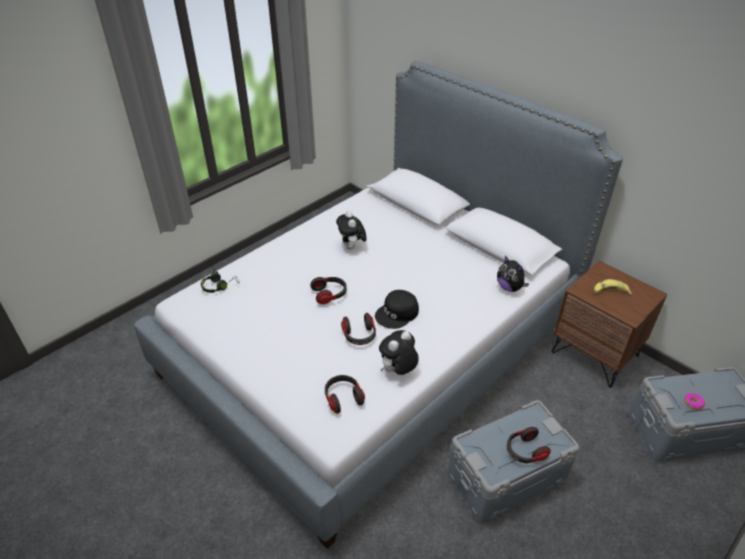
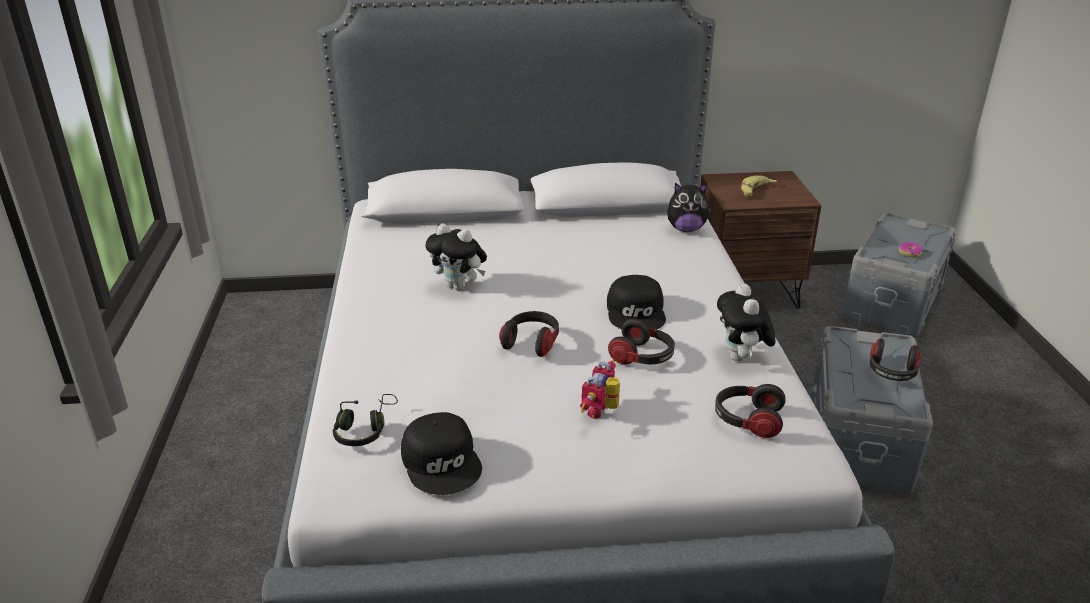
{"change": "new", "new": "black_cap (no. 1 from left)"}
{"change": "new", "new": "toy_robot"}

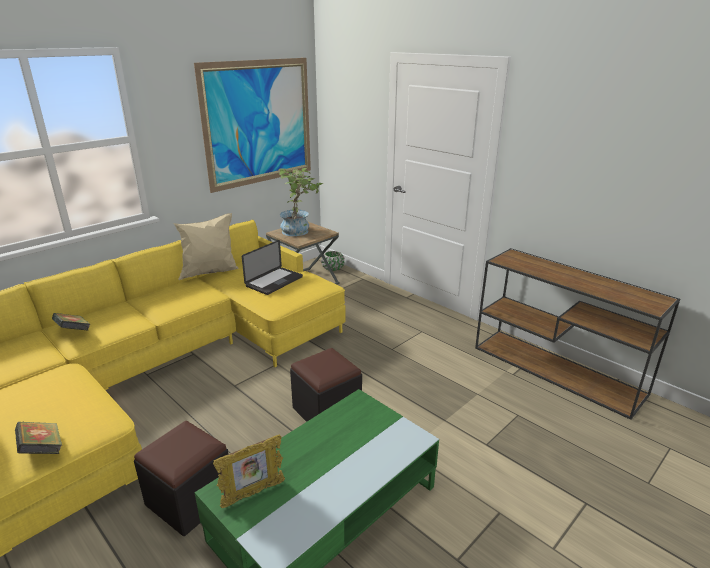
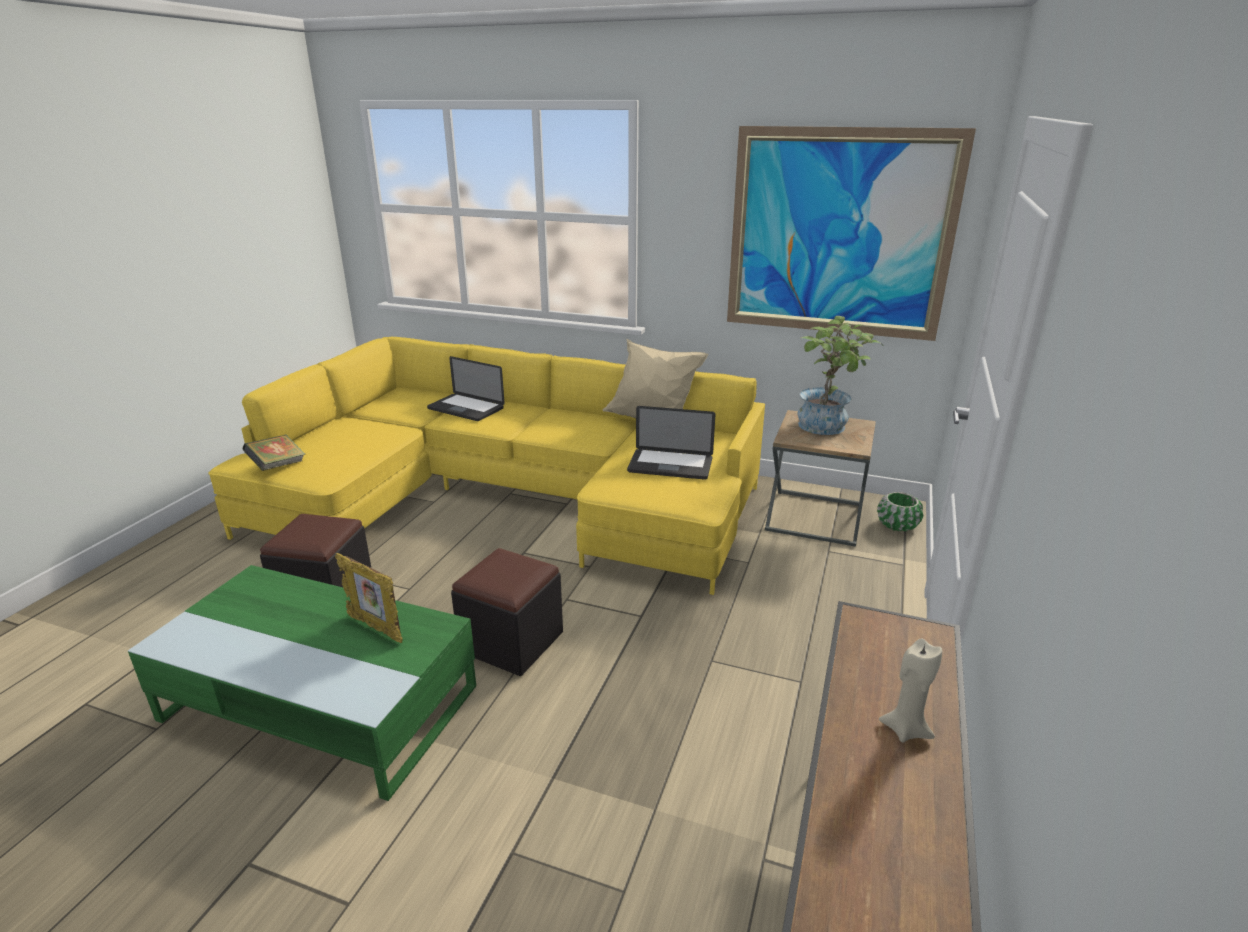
{"change": "shifted", "old": "picture_frame"}
{"change": "swapped", "old": "book (no. 2 from left)", "new": "laptop (no. 1 from left)"}
{"change": "new", "new": "beige_candle"}

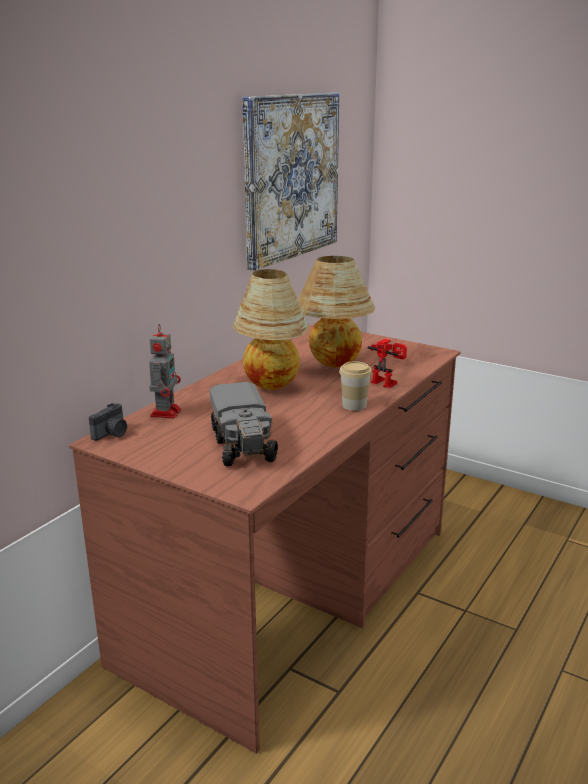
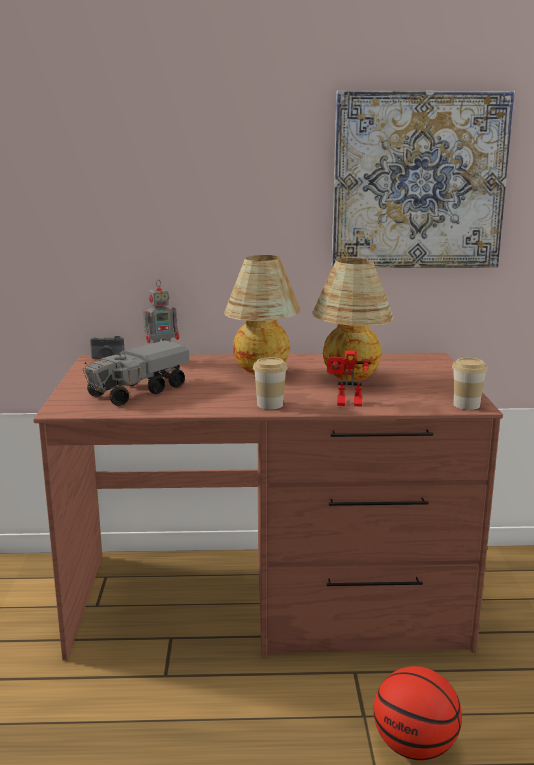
{"change": "rotated", "old": "toy_robot (no. 2 from left)", "degrees": 90}
{"change": "new", "new": "basketball"}
{"change": "new", "new": "cup (no. 2 from left)"}

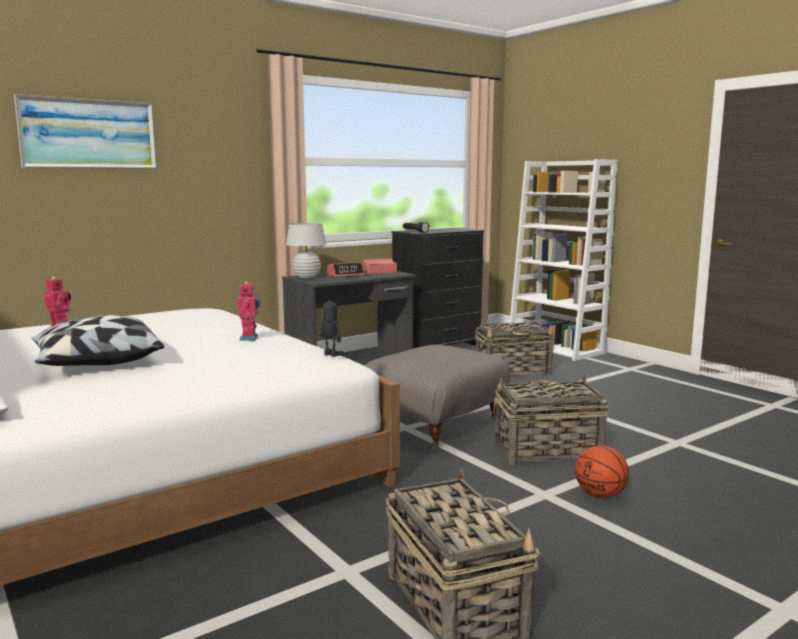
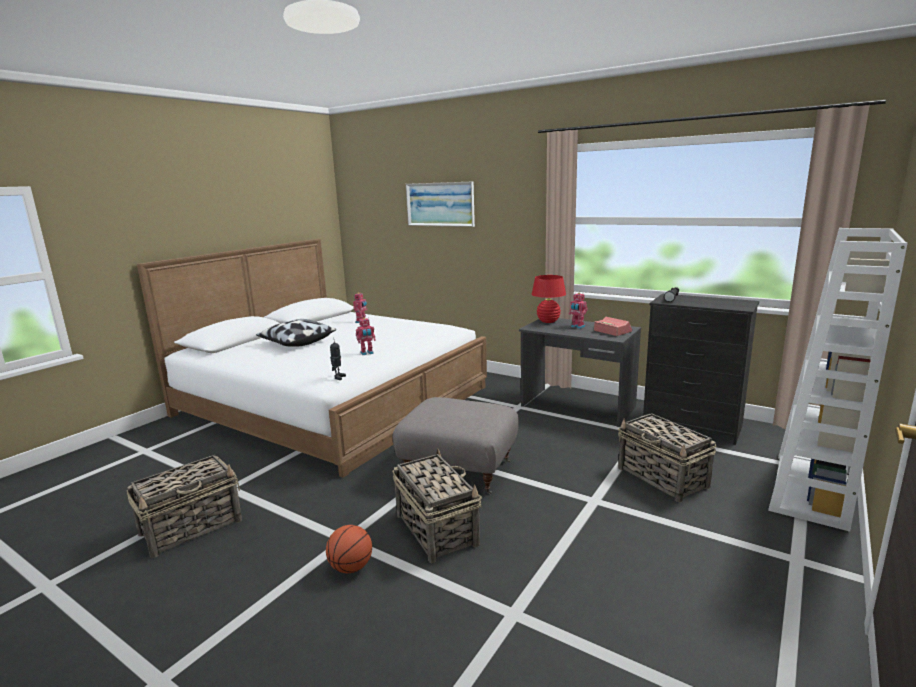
{"change": "repainted", "old": "white_table_lamp", "new": "red_table_lamp"}
{"change": "swapped", "old": "alarm_clock (no. 1 from left)", "new": "toy_robot (no. 4 from left)"}

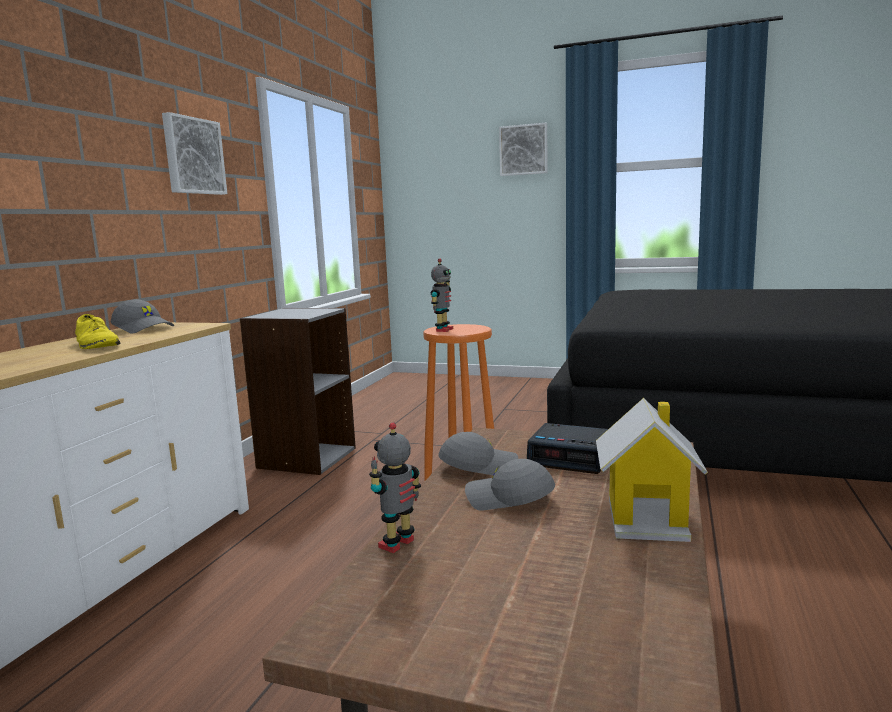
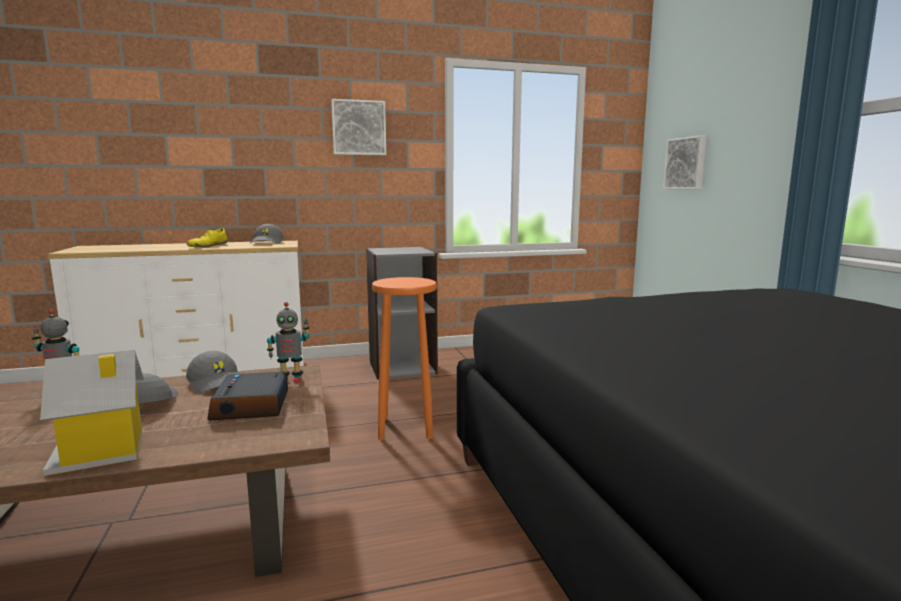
{"change": "shifted", "old": "toy_robot (no. 2 from left)"}
{"change": "shifted", "old": "picture (no. 2 from left)"}

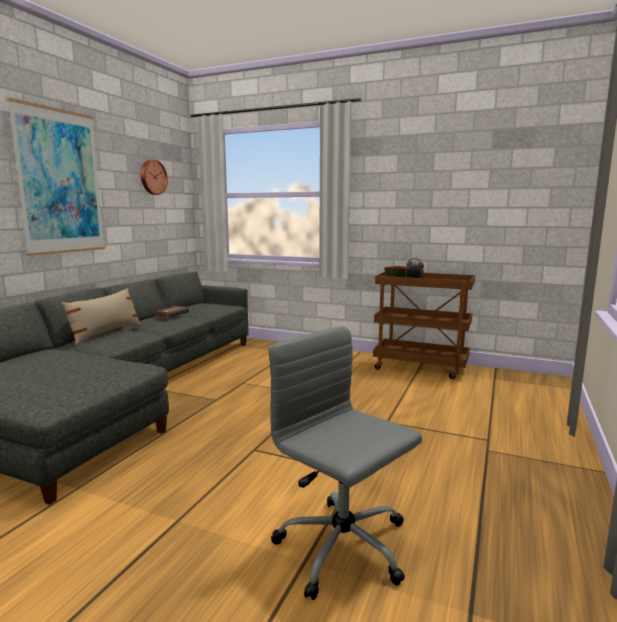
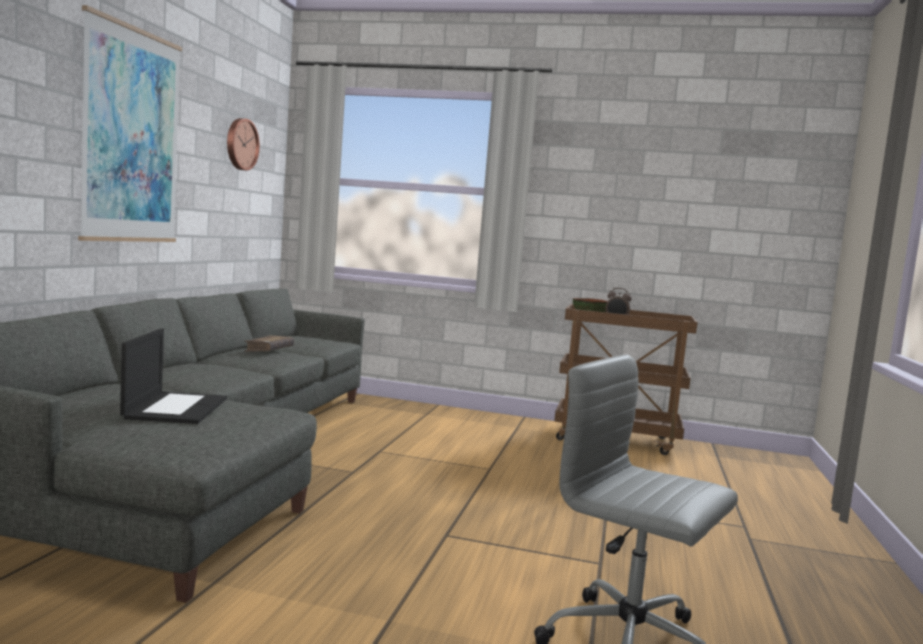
{"change": "new", "new": "laptop"}
{"change": "gone", "old": "beige_pillow"}

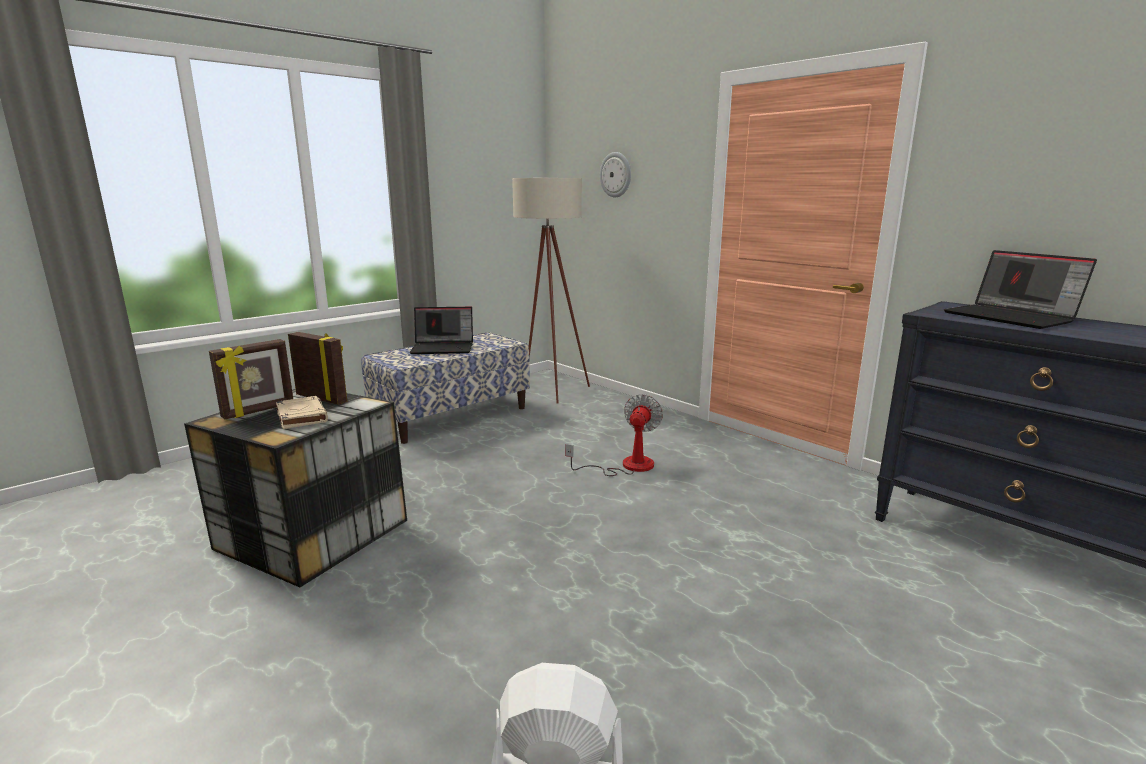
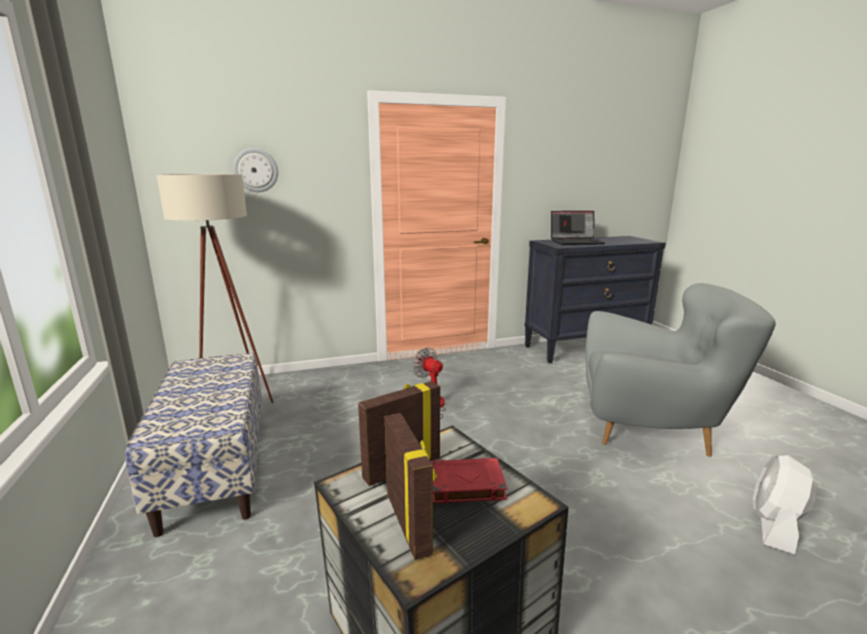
{"change": "repainted", "old": "beige_book", "new": "red_book"}
{"change": "new", "new": "grey_armchair"}
{"change": "gone", "old": "laptop (no. 1 from left)"}

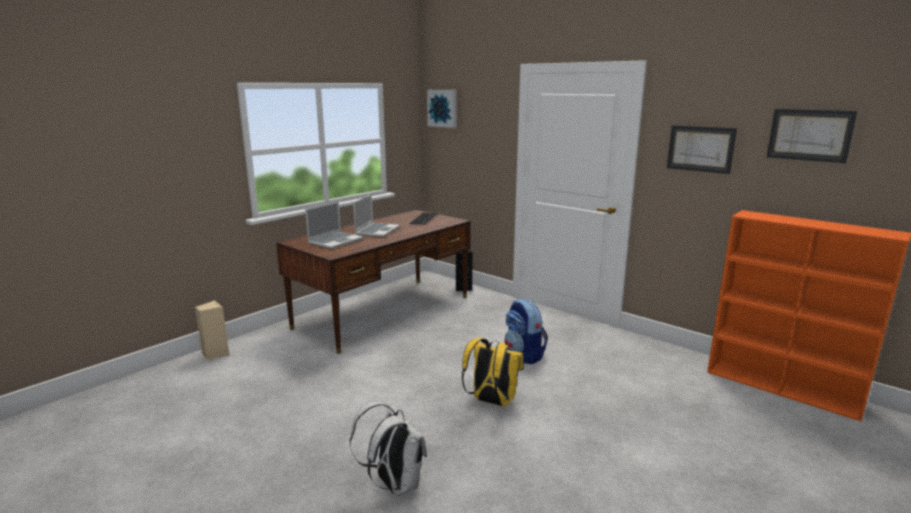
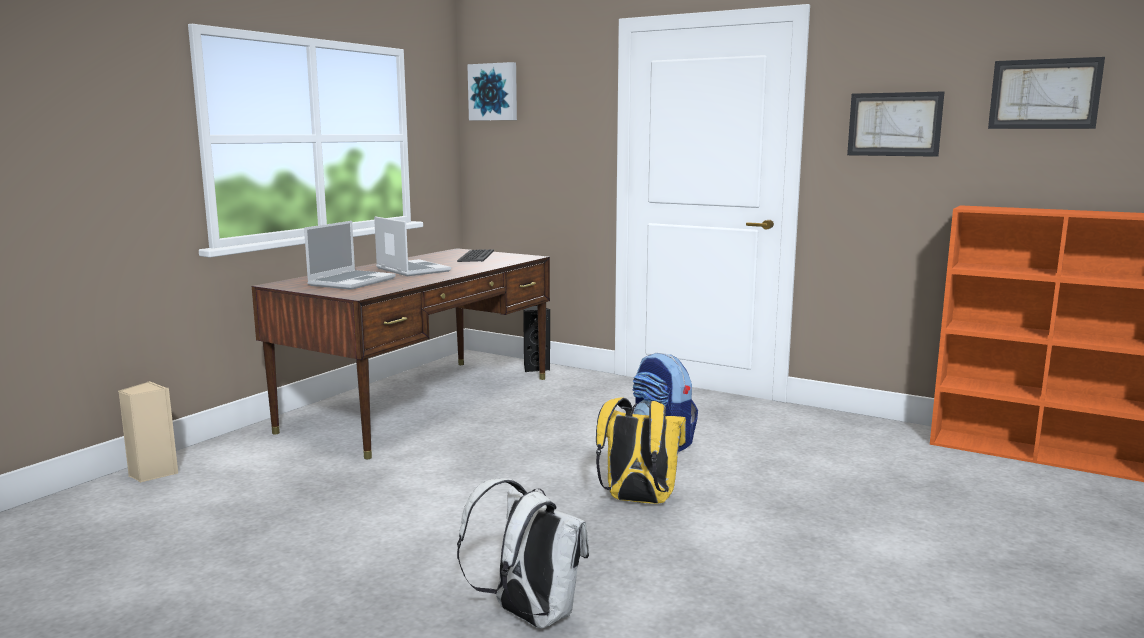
{"change": "rotated", "old": "laptop (no. 2 from left)", "degrees": -45}

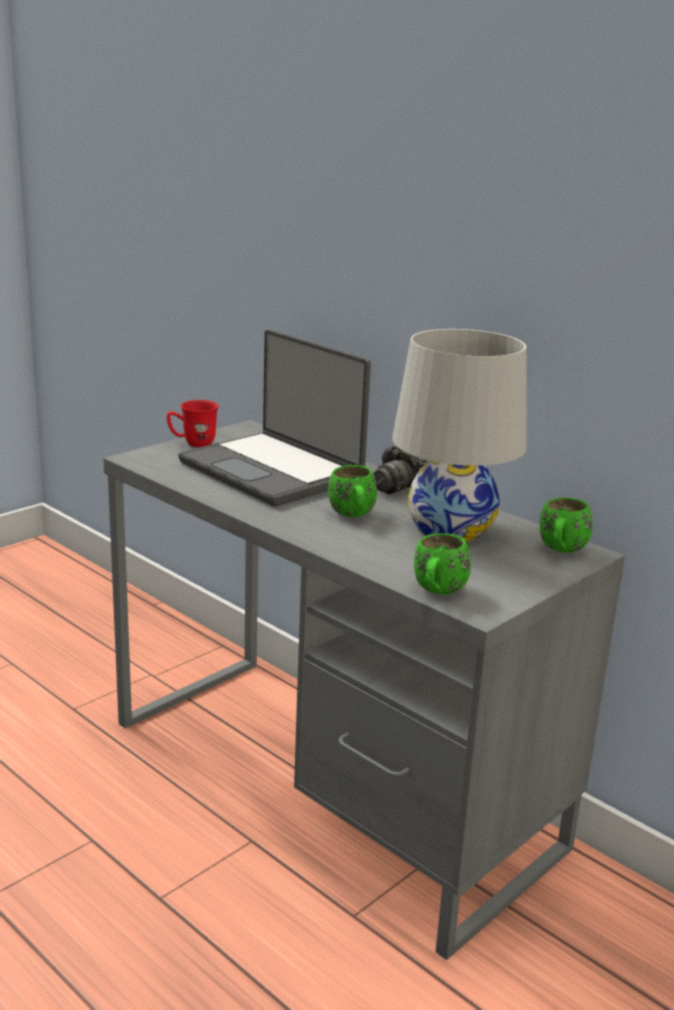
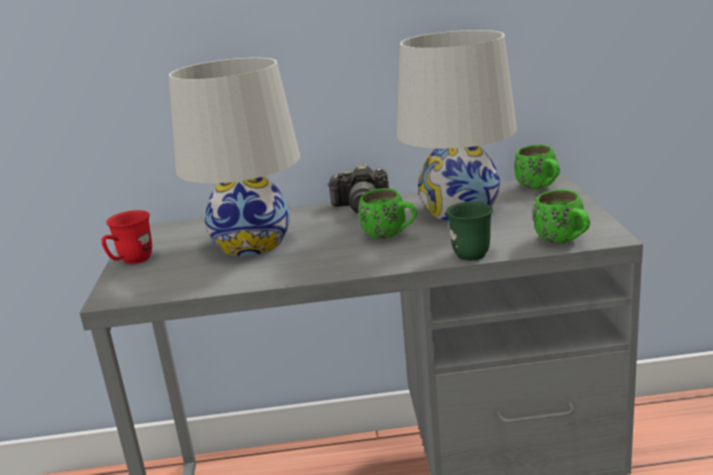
{"change": "swapped", "old": "laptop", "new": "white_table_lamp (no. 1 from left)"}
{"change": "new", "new": "green_mug (no. 2 from left)"}

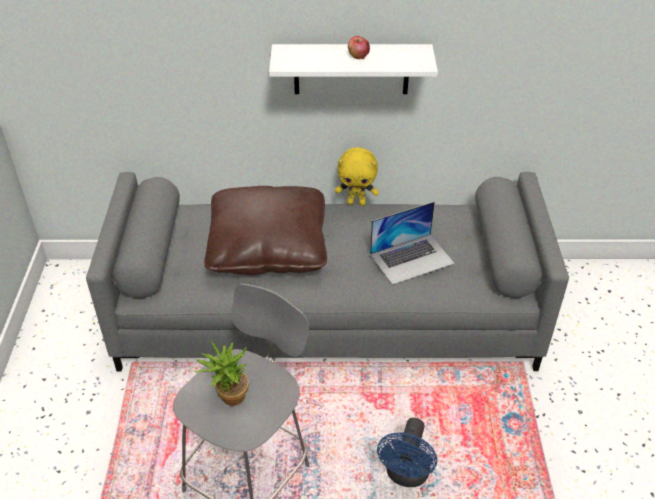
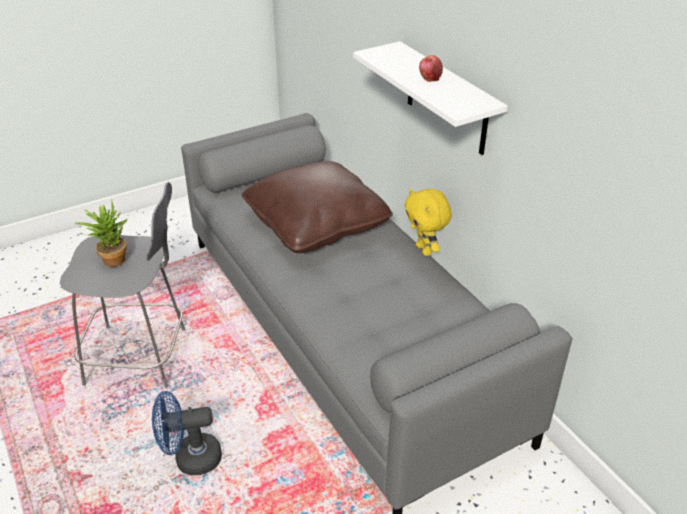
{"change": "gone", "old": "laptop"}

